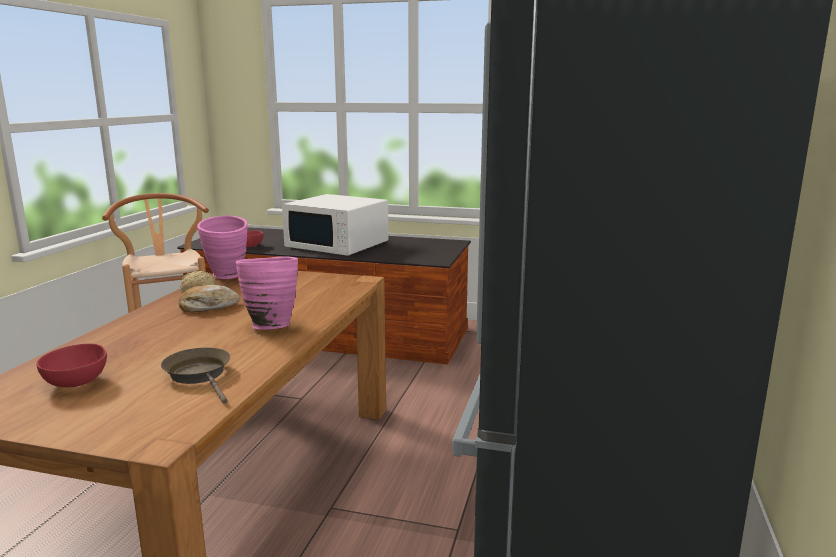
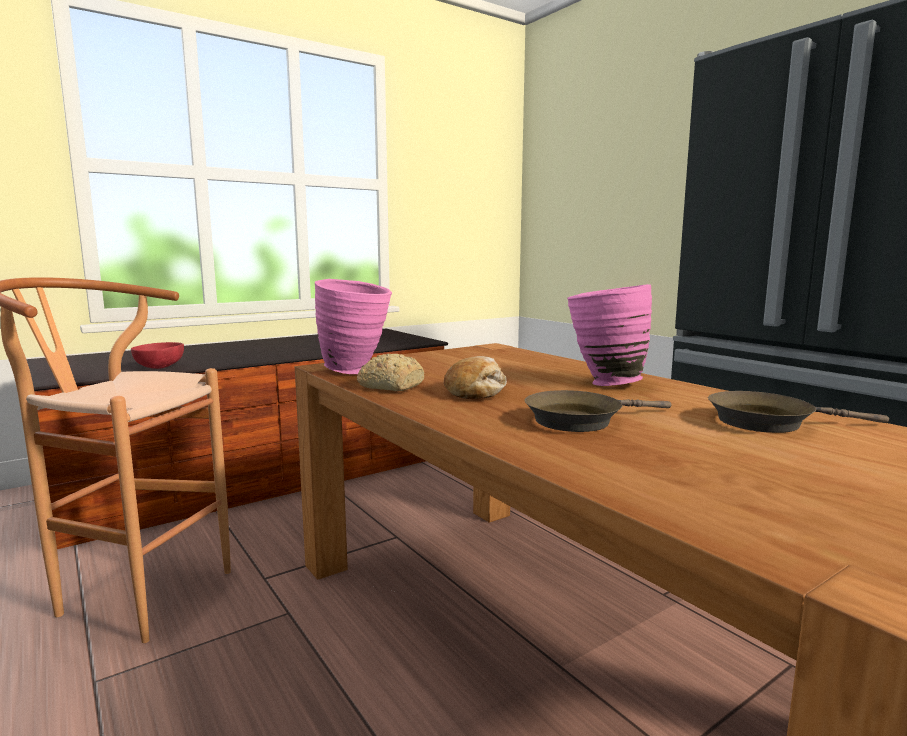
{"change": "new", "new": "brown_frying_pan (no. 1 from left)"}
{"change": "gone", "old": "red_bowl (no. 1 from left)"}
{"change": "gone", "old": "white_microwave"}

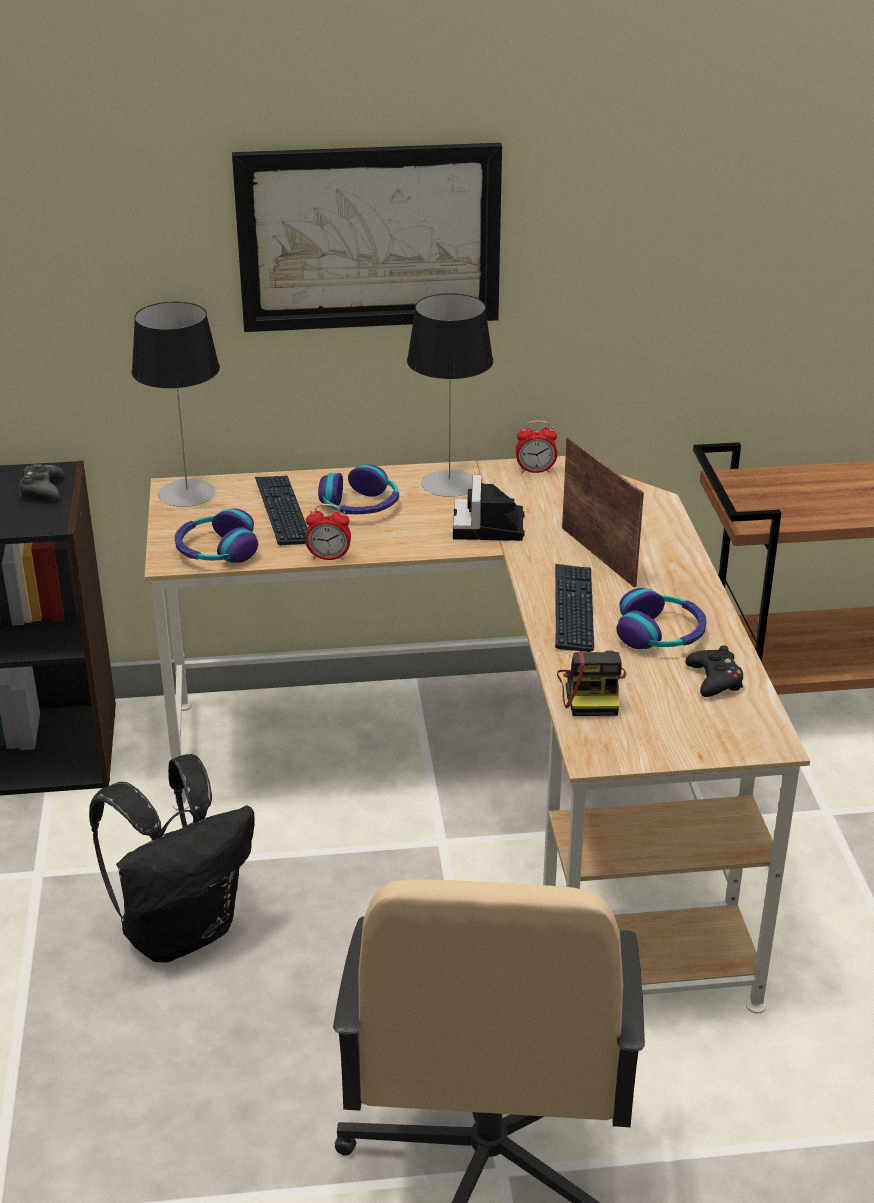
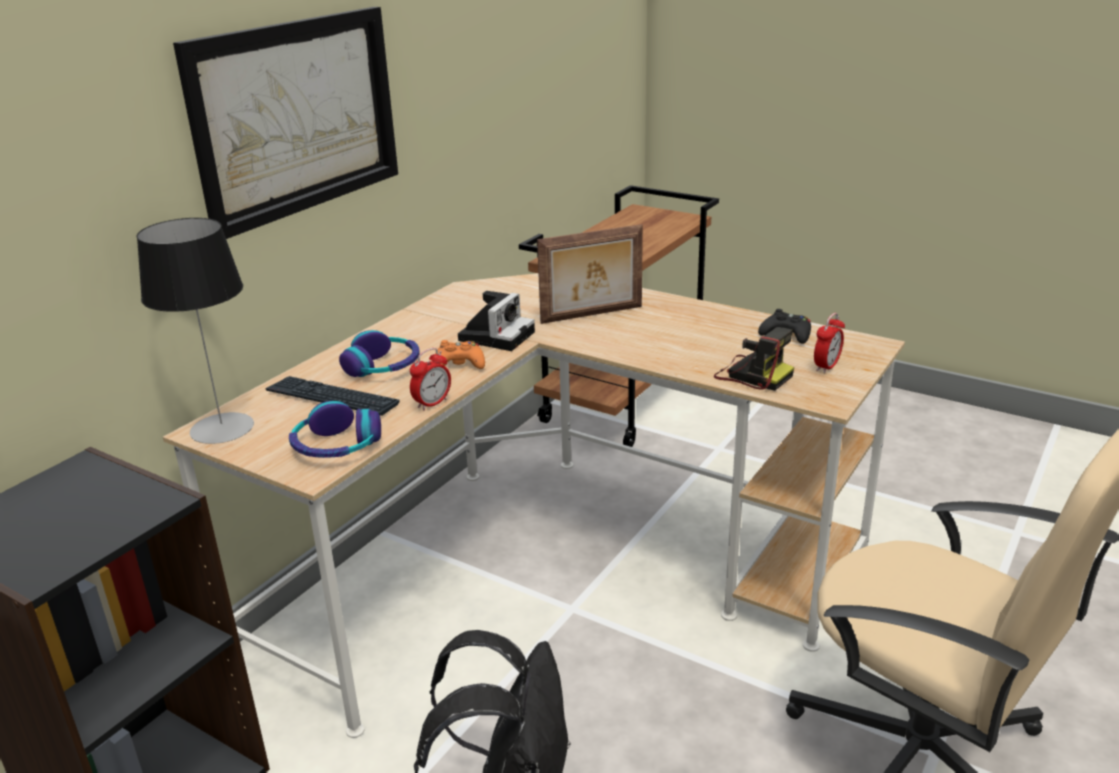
{"change": "new", "new": "orange_game_controller"}
{"change": "rotated", "old": "photo_camera (no. 1 from left)", "degrees": -105}
{"change": "rotated", "old": "picture_frame", "degrees": 150}
{"change": "shifted", "old": "alarm_clock (no. 2 from left)"}
{"change": "gone", "old": "black_game_controller (no. 1 from left)"}
{"change": "gone", "old": "table_lamp (no. 2 from left)"}
{"change": "gone", "old": "keyboard (no. 2 from left)"}
{"change": "gone", "old": "headphones (no. 3 from left)"}

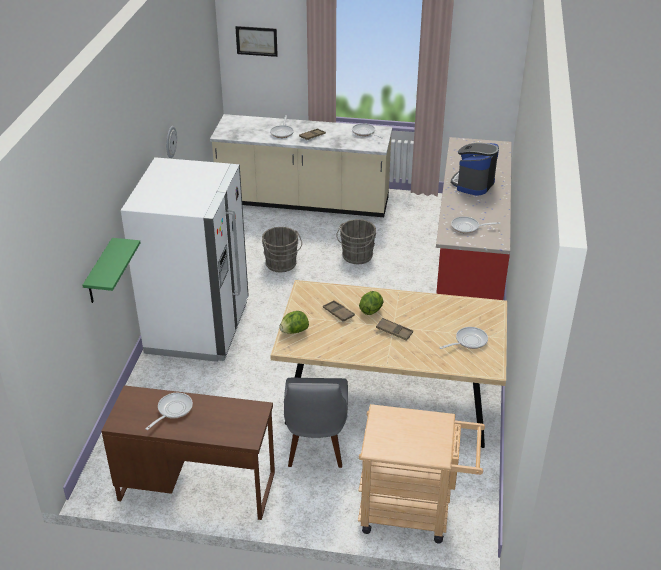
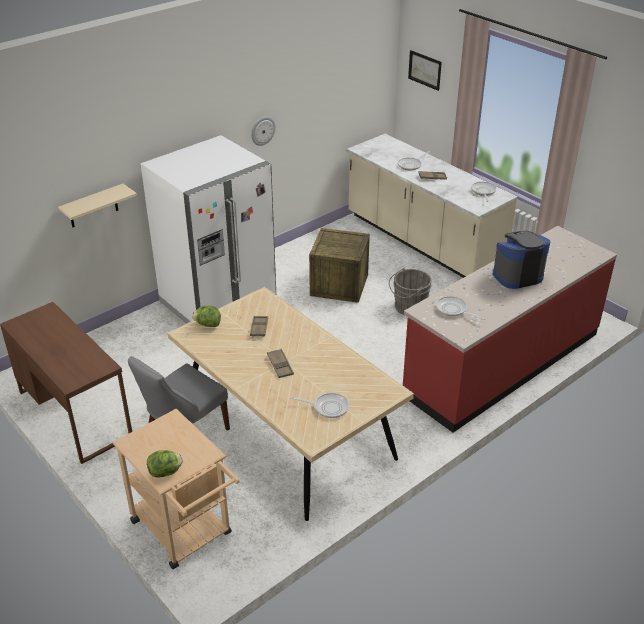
{"change": "repainted", "old": "green_shelf", "new": "beige_shelf"}
{"change": "shifted", "old": "lettuce (no. 2 from left in the first image)", "new": "lettuce (no. 1 from left)"}
{"change": "swapped", "old": "grey_bucket (no. 1 from left)", "new": "crate"}
{"change": "gone", "old": "frying_pan (no. 1 from left)"}

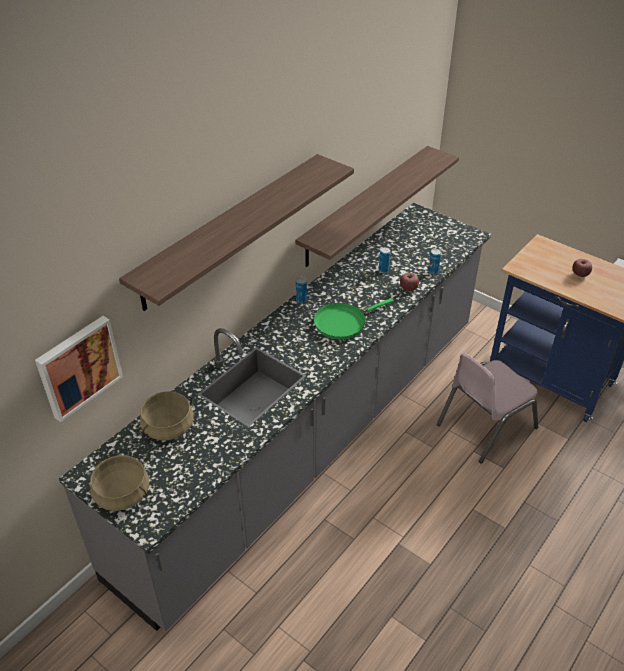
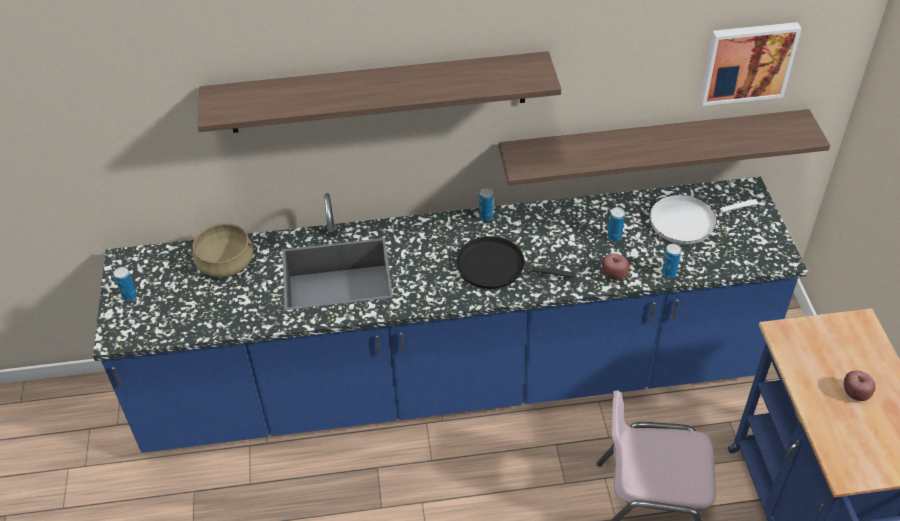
{"change": "repainted", "old": "grey_counter", "new": "blue_counter"}
{"change": "swapped", "old": "beige_cooking_pot (no. 1 from left)", "new": "can (no. 1 from left)"}
{"change": "repainted", "old": "green_frying_pan", "new": "black_frying_pan"}
{"change": "new", "new": "white_frying_pan"}
{"change": "shifted", "old": "picture"}

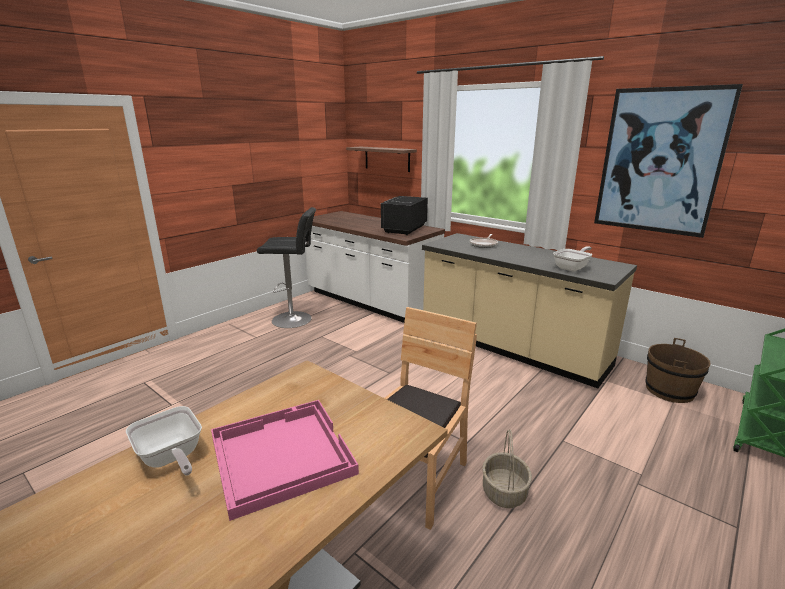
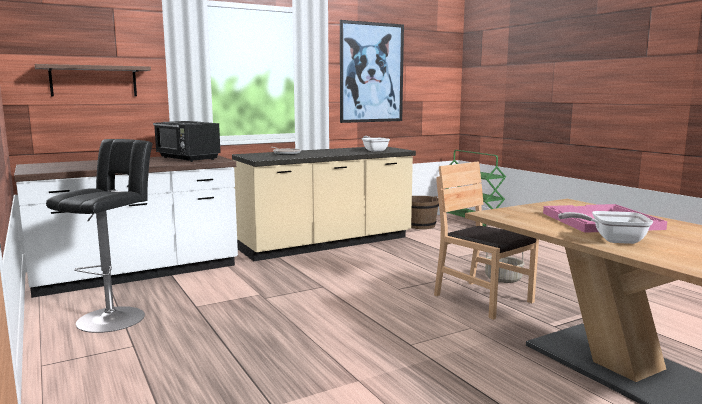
{"change": "rotated", "old": "frying_pan (no. 1 from left in the first image)", "degrees": -150}

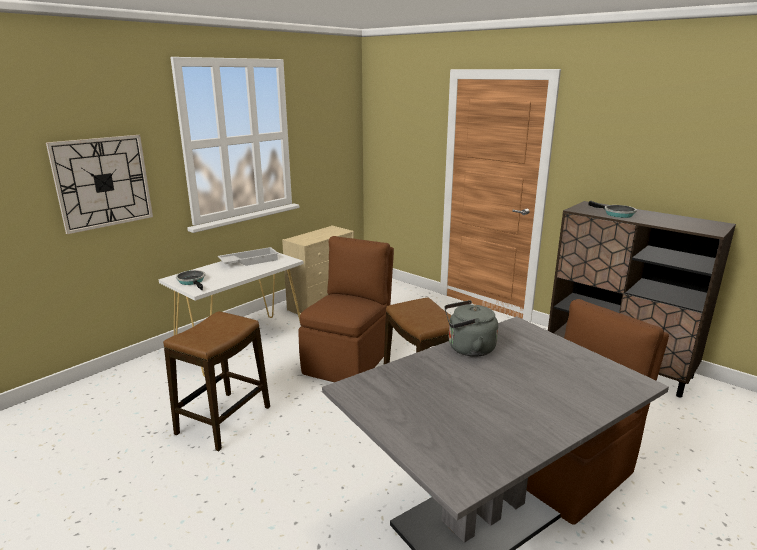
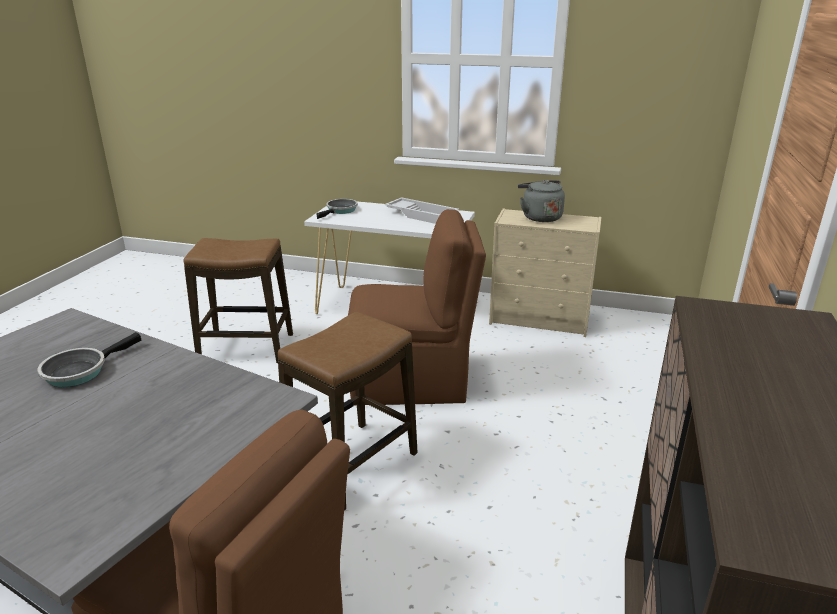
{"change": "shifted", "old": "frying_pan (no. 2 from left in the first image)", "new": "frying_pan (no. 1 from left)"}
{"change": "shifted", "old": "grey_kettle"}
{"change": "gone", "old": "wall_clock"}

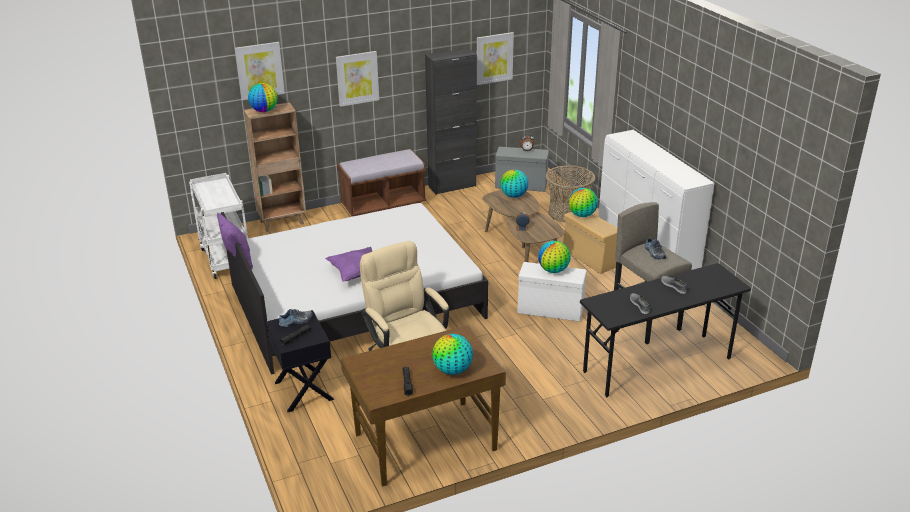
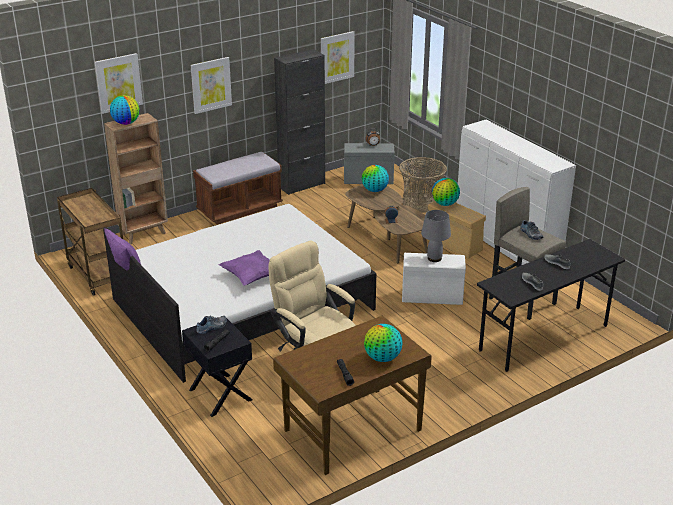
{"change": "repainted", "old": "white_cart", "new": "brown_cart"}
{"change": "swapped", "old": "globe (no. 4 from left)", "new": "grey_table_lamp"}

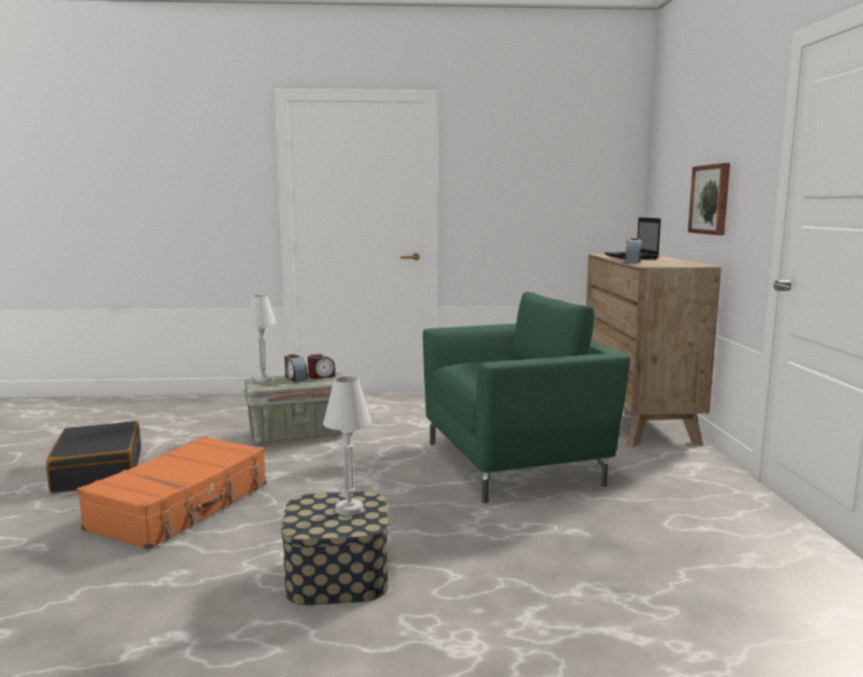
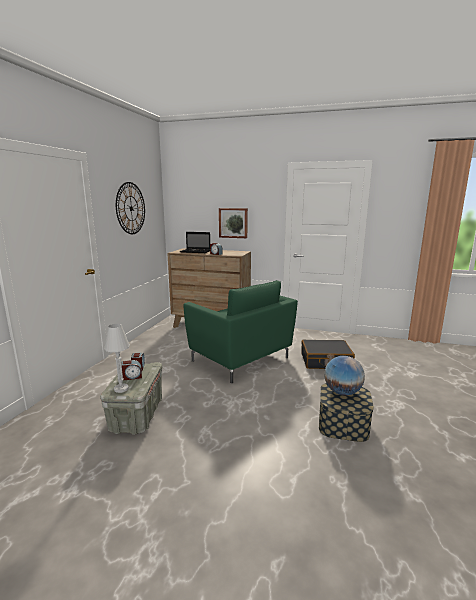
{"change": "new", "new": "wall_clock"}
{"change": "rotated", "old": "green_armchair", "degrees": 135}
{"change": "shifted", "old": "black_suitcase"}
{"change": "swapped", "old": "white_table_lamp (no. 2 from left)", "new": "globe"}
{"change": "gone", "old": "orange_suitcase"}

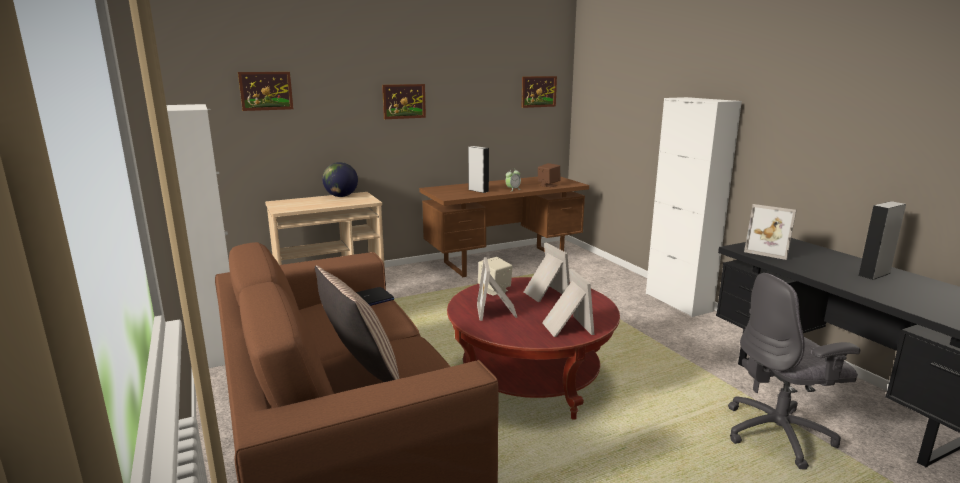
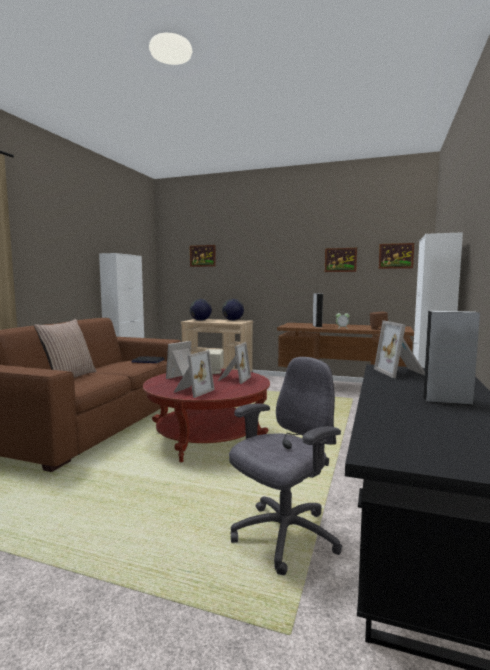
{"change": "new", "new": "globe (no. 1 from left)"}
{"change": "rotated", "old": "grey_office_chair", "degrees": 105}
{"change": "shifted", "old": "picture (no. 2 from left)"}

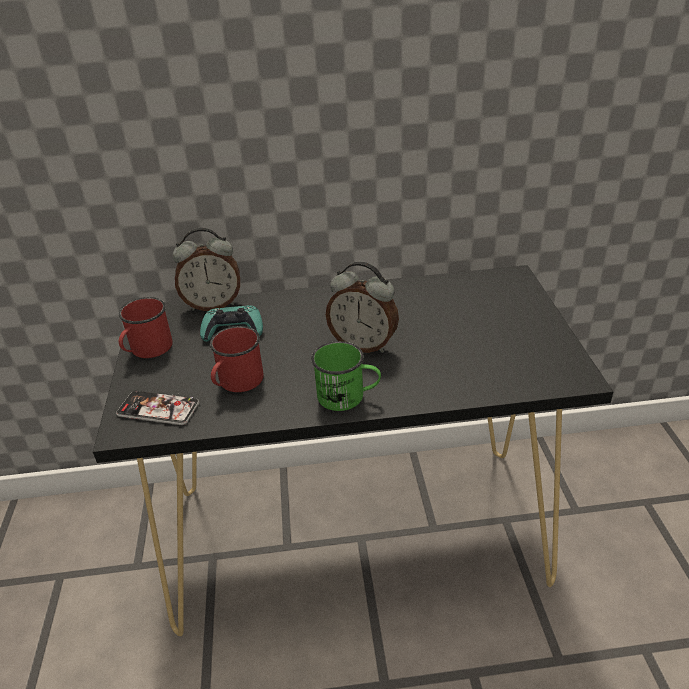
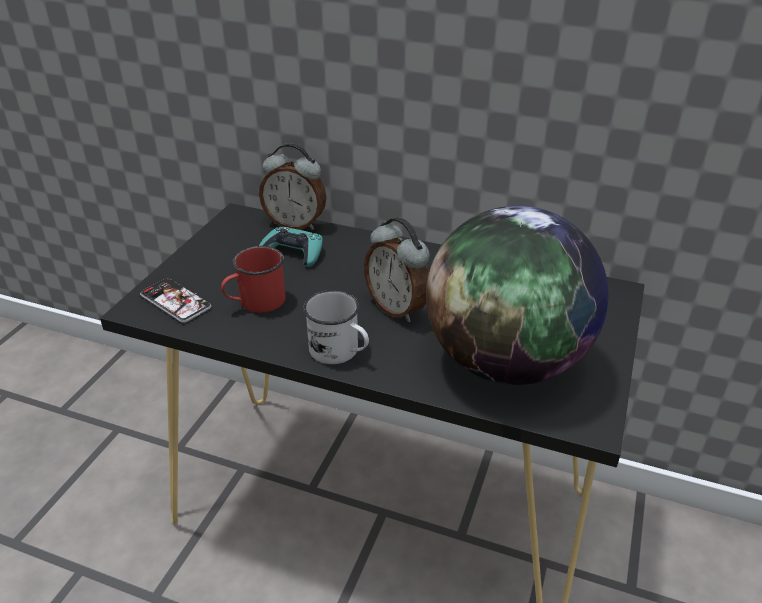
{"change": "repainted", "old": "green_mug", "new": "white_mug"}
{"change": "new", "new": "globe"}
{"change": "gone", "old": "red_mug (no. 1 from left)"}

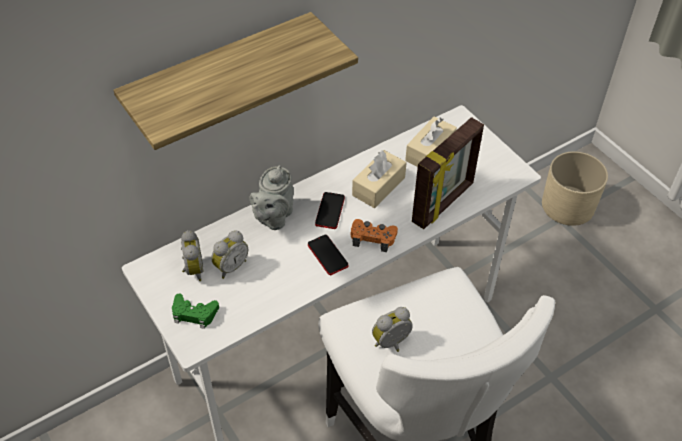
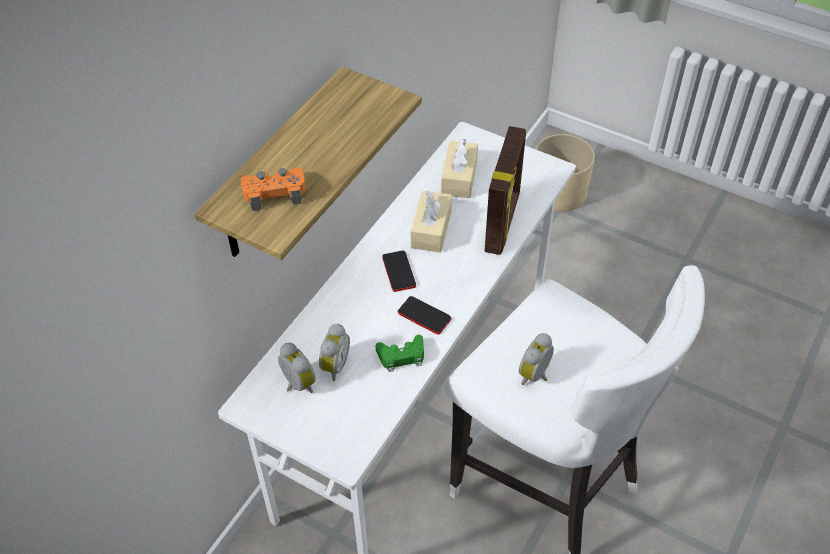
{"change": "shifted", "old": "orange_game_controller"}
{"change": "shifted", "old": "green_game_controller"}
{"change": "gone", "old": "grey_teapot"}

